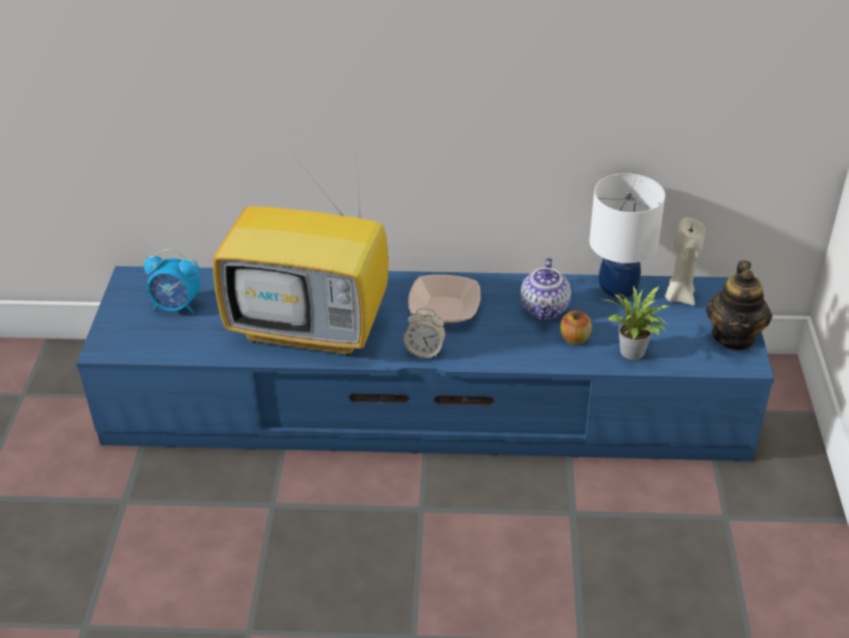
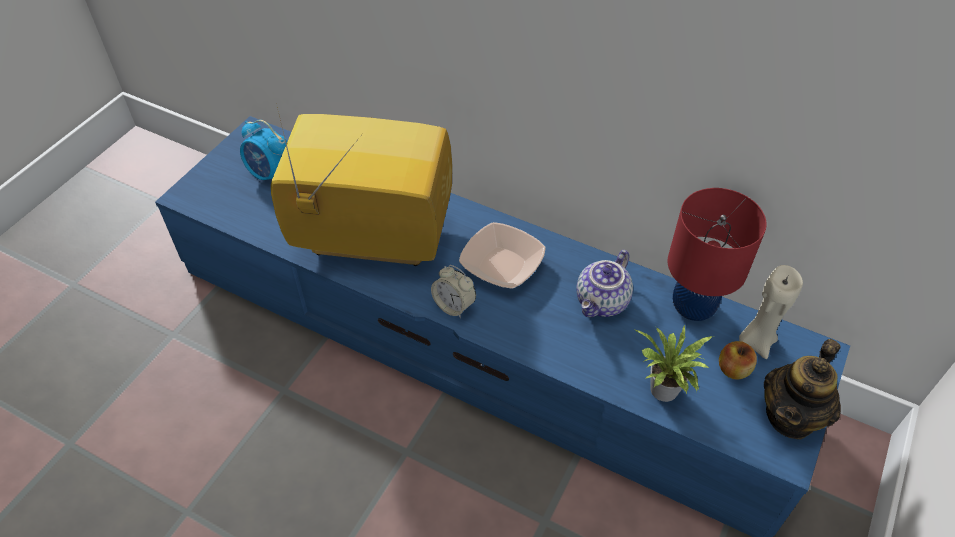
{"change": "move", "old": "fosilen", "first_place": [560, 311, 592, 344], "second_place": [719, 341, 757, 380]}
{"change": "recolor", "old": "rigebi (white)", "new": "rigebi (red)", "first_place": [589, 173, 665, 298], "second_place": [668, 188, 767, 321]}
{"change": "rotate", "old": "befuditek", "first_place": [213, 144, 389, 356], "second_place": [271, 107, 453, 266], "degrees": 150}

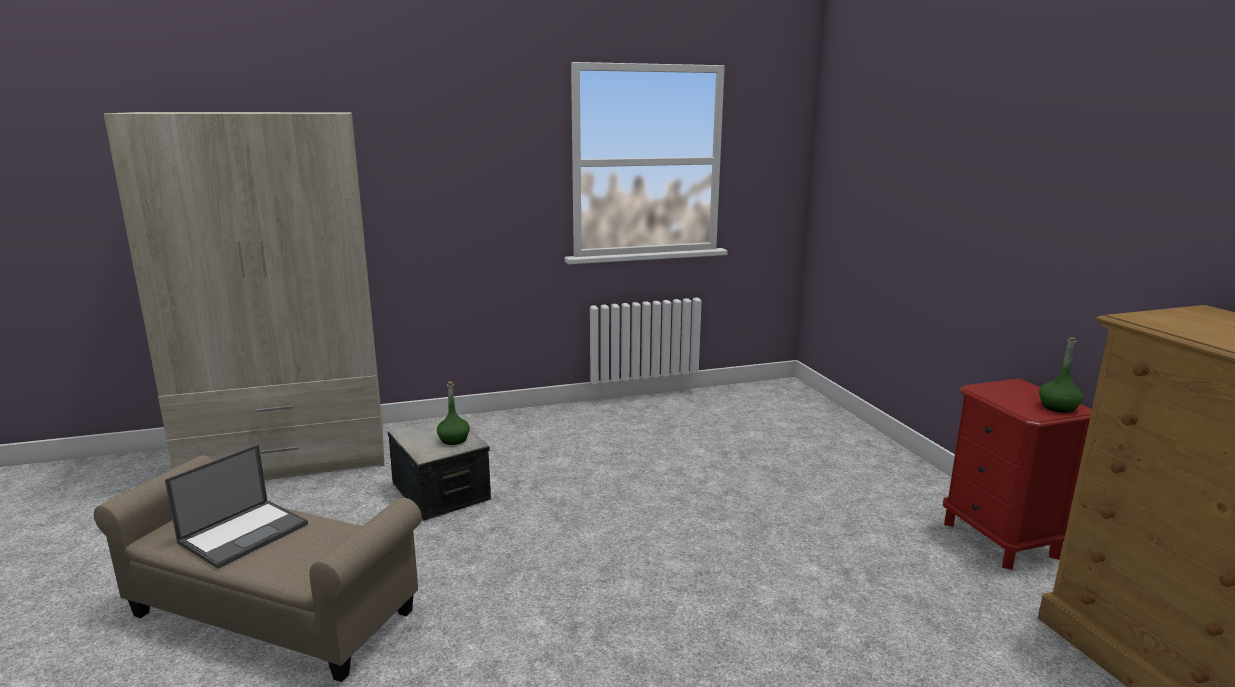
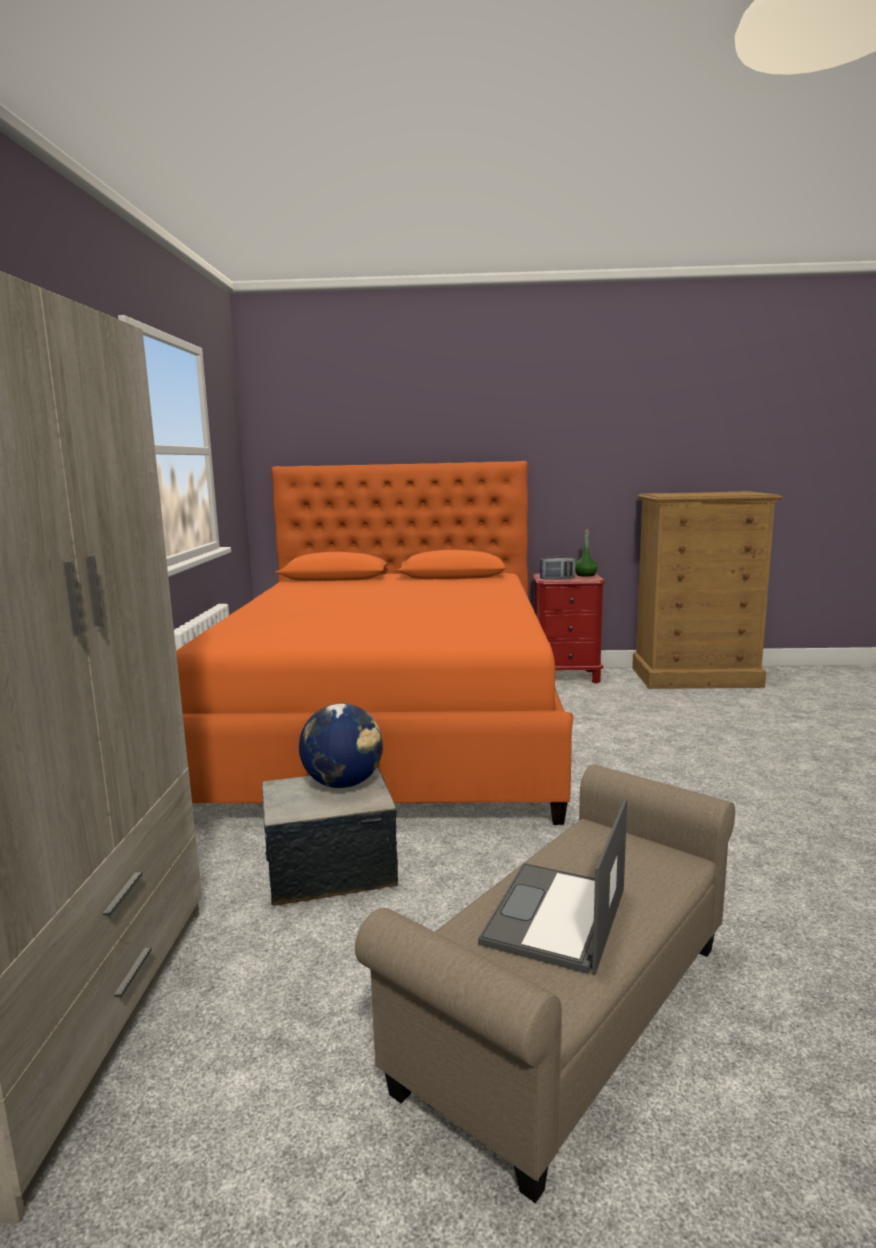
{"change": "insert", "new": "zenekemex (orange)", "second_place": [176, 461, 573, 825]}
{"change": "insert", "new": "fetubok", "second_place": [540, 555, 576, 579]}
{"change": "replace", "old": "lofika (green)", "new": "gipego", "first_place": [437, 382, 470, 445], "second_place": [299, 703, 383, 788]}
{"change": "rotate", "old": "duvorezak", "first_place": [165, 444, 308, 569], "second_place": [478, 798, 627, 975], "degrees": -120}

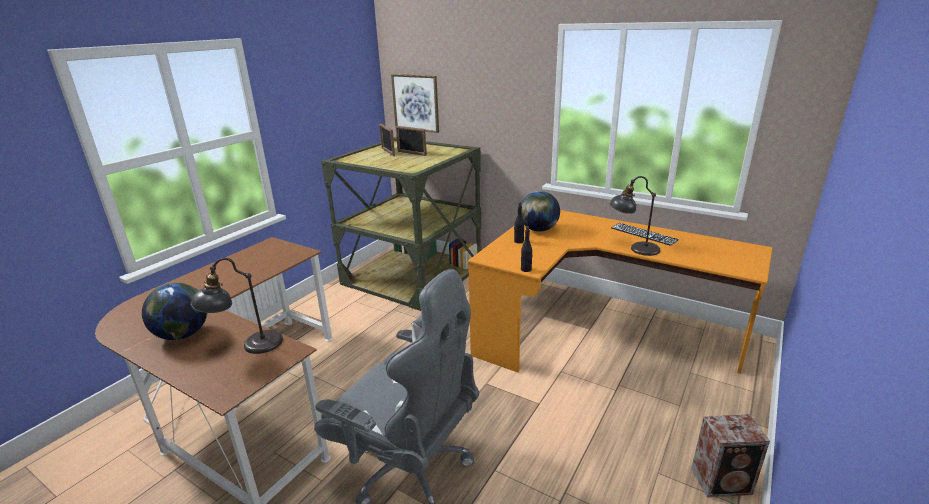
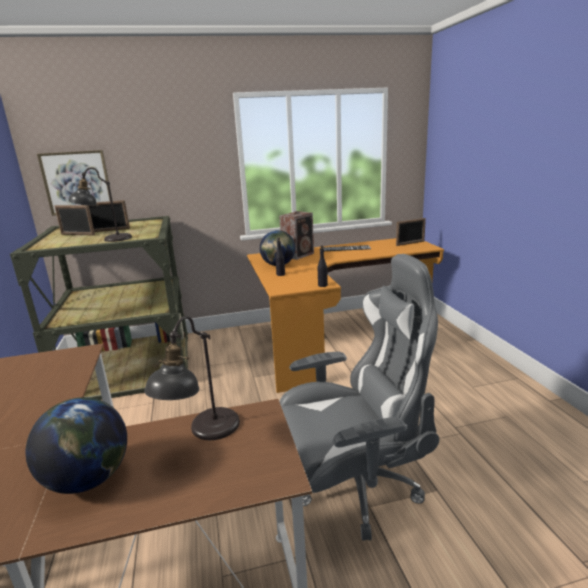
{"change": "insert", "new": "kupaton", "second_place": [396, 218, 426, 246]}
{"change": "move", "old": "rigebi (grey)", "first_place": [610, 176, 660, 256], "second_place": [68, 167, 132, 242]}
{"change": "move", "old": "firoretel", "first_place": [691, 414, 770, 497], "second_place": [279, 211, 314, 260]}

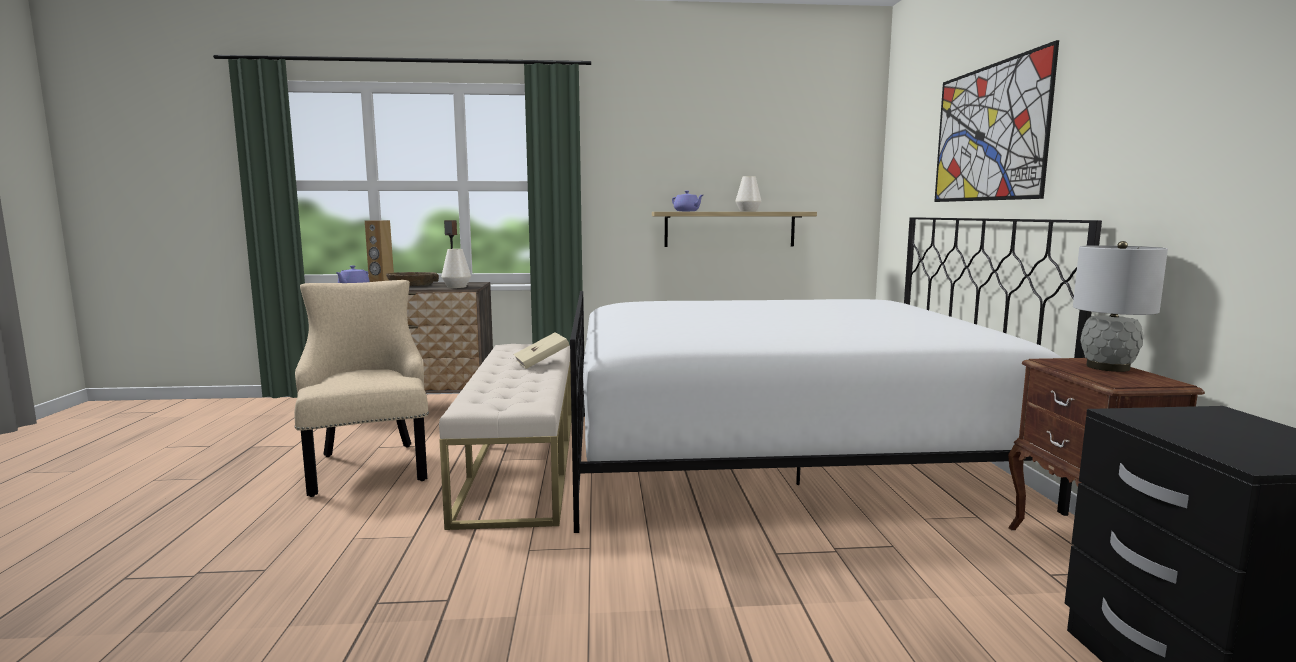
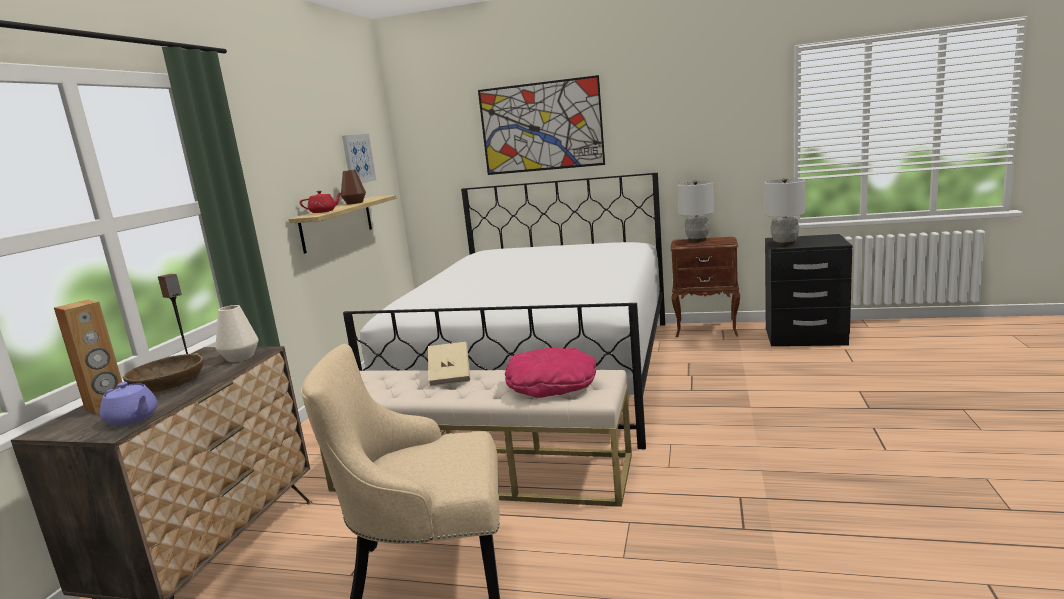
{"change": "insert", "new": "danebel", "second_place": [342, 134, 376, 183]}
{"change": "insert", "new": "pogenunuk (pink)", "second_place": [505, 347, 596, 398]}
{"change": "insert", "new": "rigebi (white)", "second_place": [765, 178, 805, 246]}
{"change": "recolor", "old": "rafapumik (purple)", "new": "rafapumik (red)", "first_place": [672, 191, 703, 211], "second_place": [300, 191, 343, 213]}
{"change": "recolor", "old": "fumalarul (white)", "new": "fumalarul (brown)", "first_place": [735, 176, 762, 211], "second_place": [341, 170, 366, 204]}

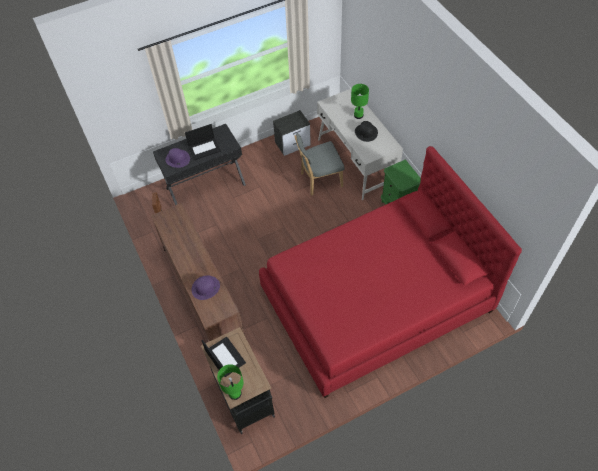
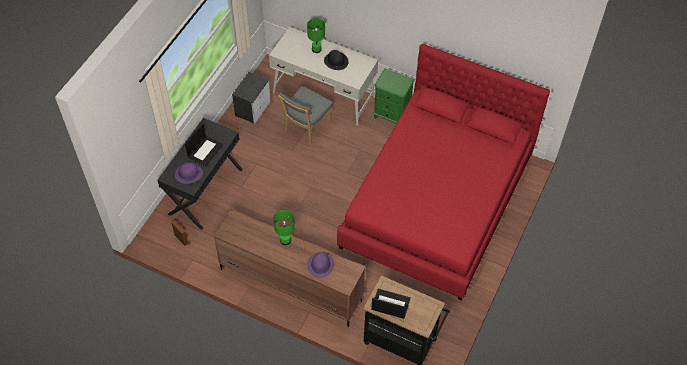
{"change": "move", "old": "rigebi (green)", "first_place": [217, 364, 244, 400], "second_place": [273, 210, 295, 245]}

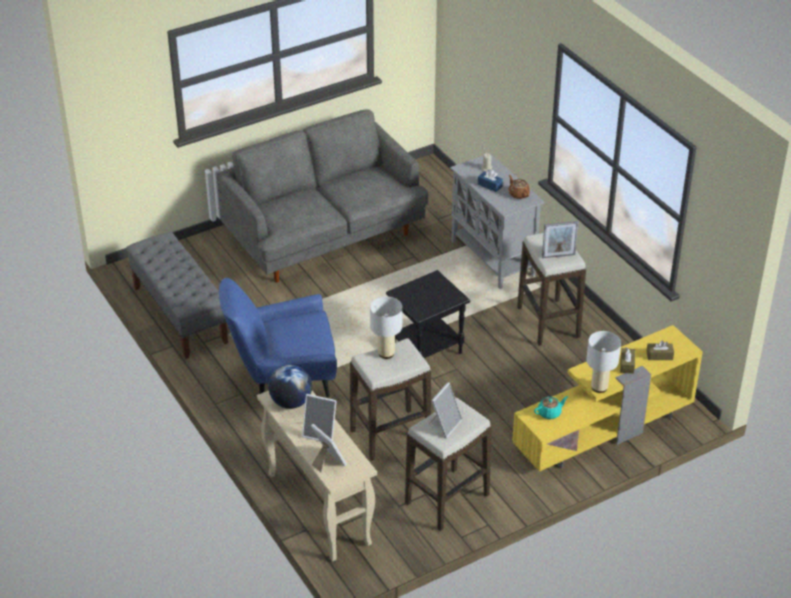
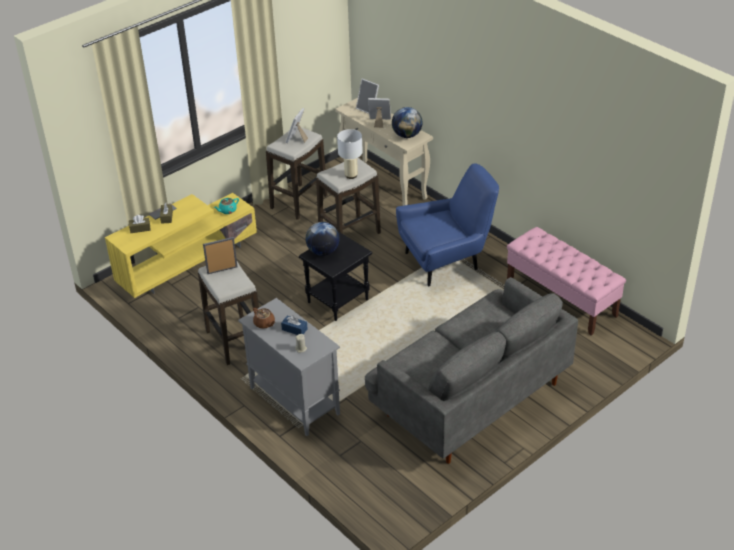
{"change": "delete", "old": "rigebi (white)", "first_place": [587, 331, 621, 393]}
{"change": "insert", "new": "gipego", "second_place": [306, 222, 339, 256]}
{"change": "recolor", "old": "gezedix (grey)", "new": "gezedix (pink)", "first_place": [126, 232, 228, 359], "second_place": [507, 227, 626, 336]}

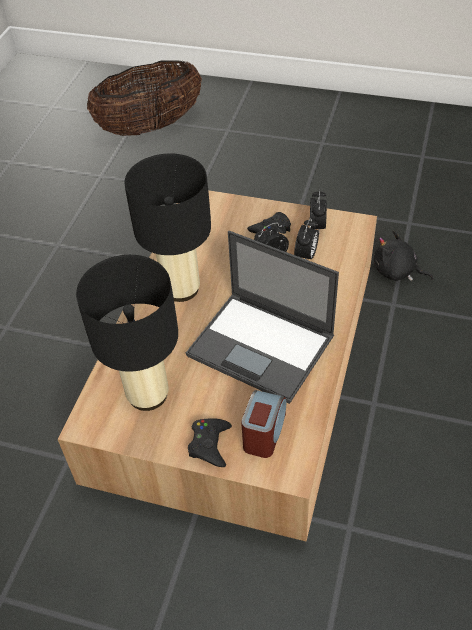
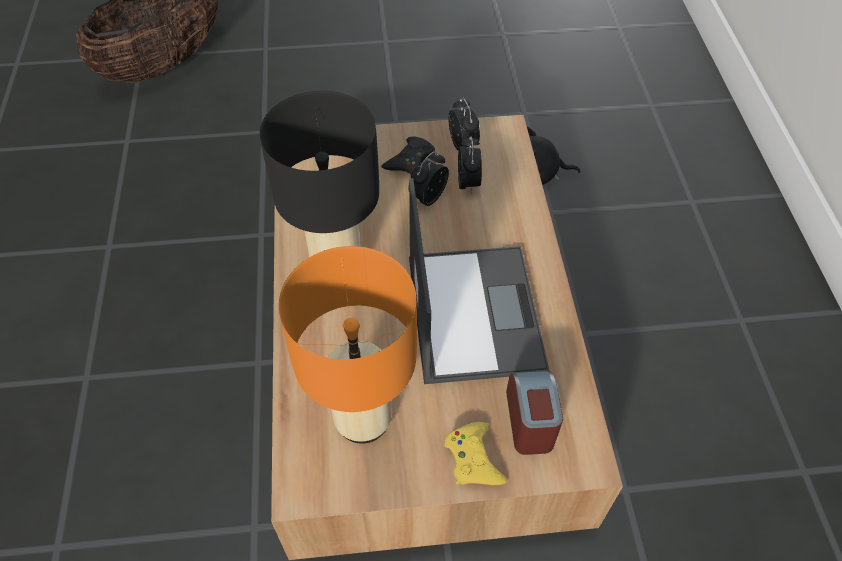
{"change": "recolor", "old": "rigebi (black)", "new": "rigebi (orange)", "first_place": [76, 255, 178, 411], "second_place": [279, 246, 417, 444]}
{"change": "recolor", "old": "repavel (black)", "new": "repavel (yellow)", "first_place": [188, 418, 232, 467], "second_place": [444, 422, 507, 485]}
{"change": "rotate", "old": "duvorezak", "first_place": [186, 231, 339, 404], "second_place": [409, 178, 550, 384], "degrees": -105}

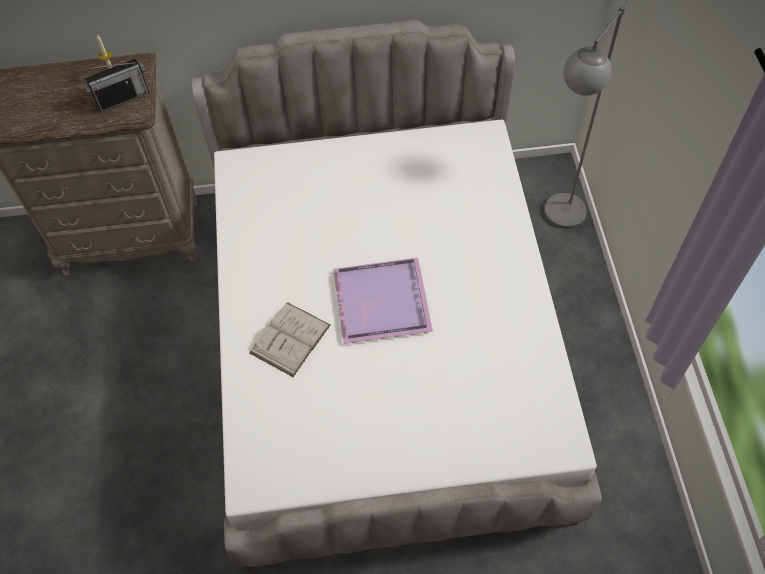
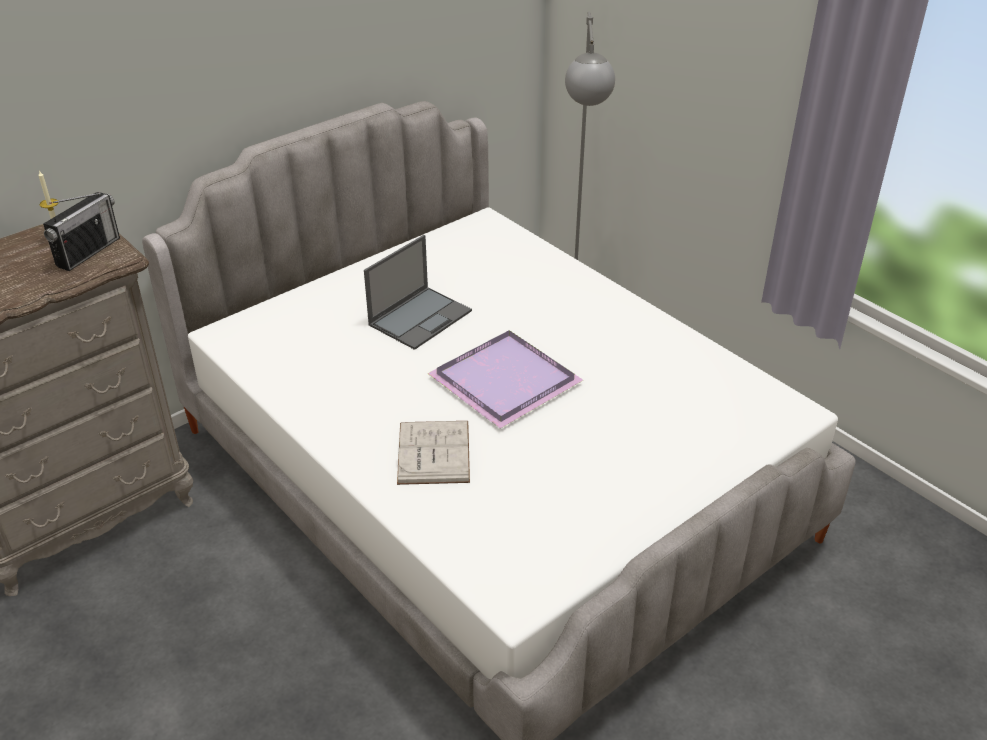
{"change": "insert", "new": "duvorezak", "second_place": [364, 235, 472, 350]}

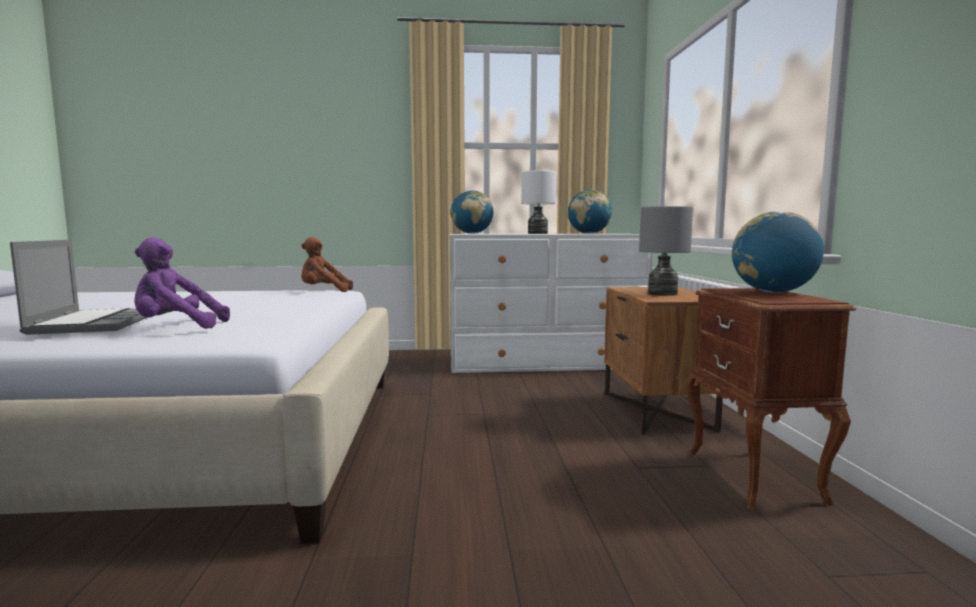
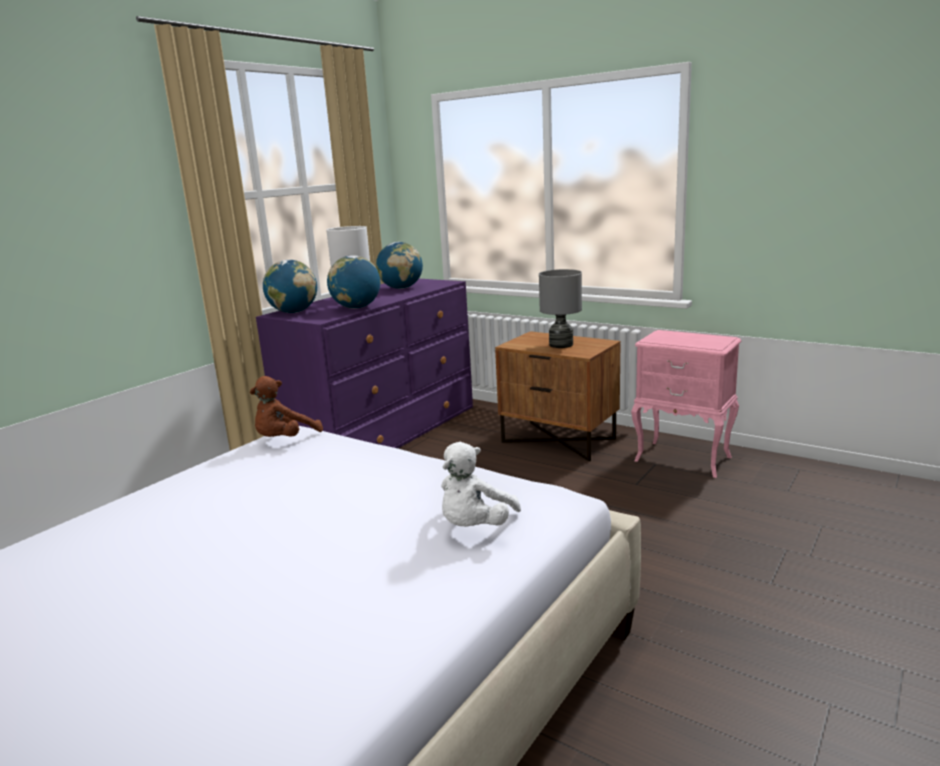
{"change": "delete", "old": "duvorezak", "first_place": [10, 240, 148, 335]}
{"change": "move", "old": "gipego", "first_place": [732, 211, 824, 293], "second_place": [327, 255, 380, 309]}
{"change": "recolor", "old": "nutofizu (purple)", "new": "nutofizu (white)", "first_place": [134, 237, 230, 329], "second_place": [441, 442, 521, 527]}
{"change": "recolor", "old": "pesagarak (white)", "new": "pesagarak (purple)", "first_place": [450, 234, 653, 373], "second_place": [256, 279, 473, 448]}
{"change": "recolor", "old": "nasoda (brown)", "new": "nasoda (pink)", "first_place": [687, 288, 856, 510], "second_place": [631, 330, 741, 478]}

